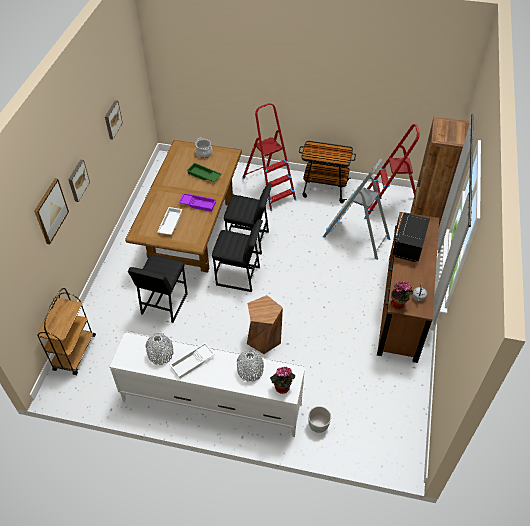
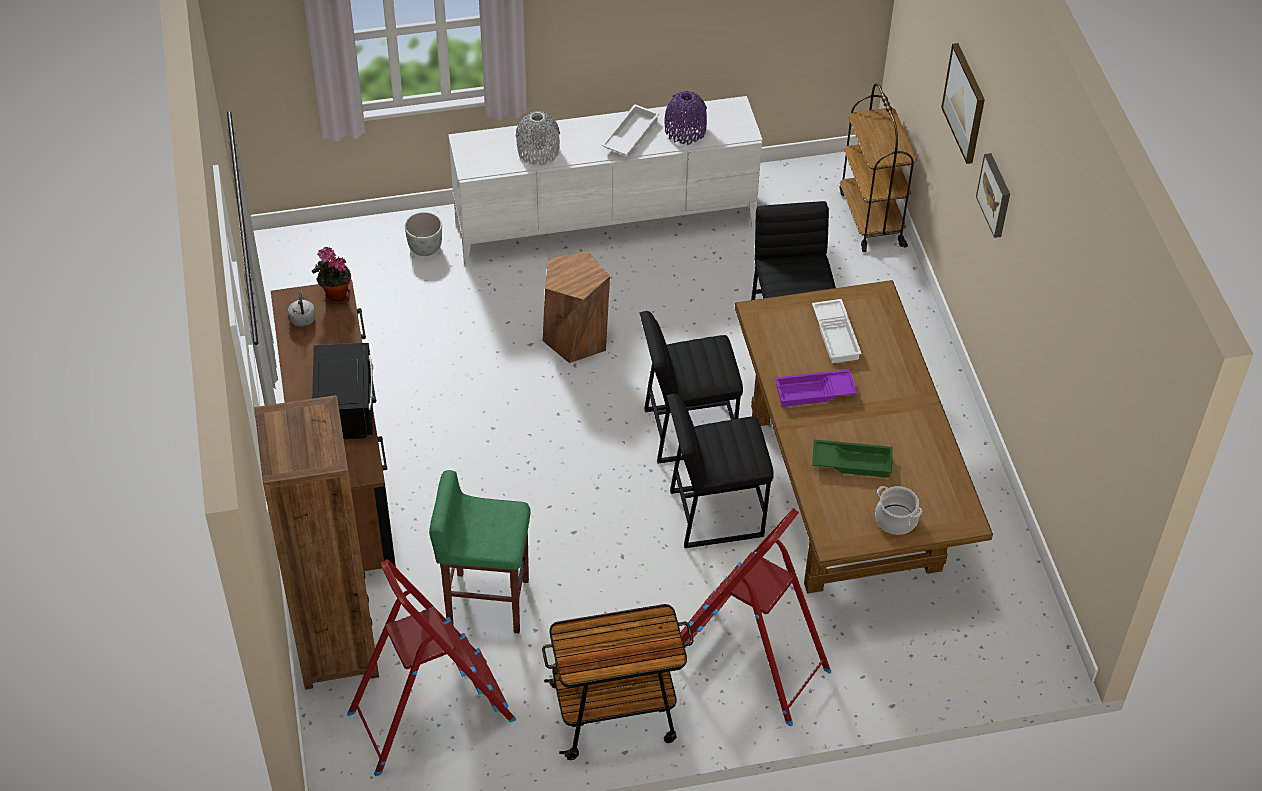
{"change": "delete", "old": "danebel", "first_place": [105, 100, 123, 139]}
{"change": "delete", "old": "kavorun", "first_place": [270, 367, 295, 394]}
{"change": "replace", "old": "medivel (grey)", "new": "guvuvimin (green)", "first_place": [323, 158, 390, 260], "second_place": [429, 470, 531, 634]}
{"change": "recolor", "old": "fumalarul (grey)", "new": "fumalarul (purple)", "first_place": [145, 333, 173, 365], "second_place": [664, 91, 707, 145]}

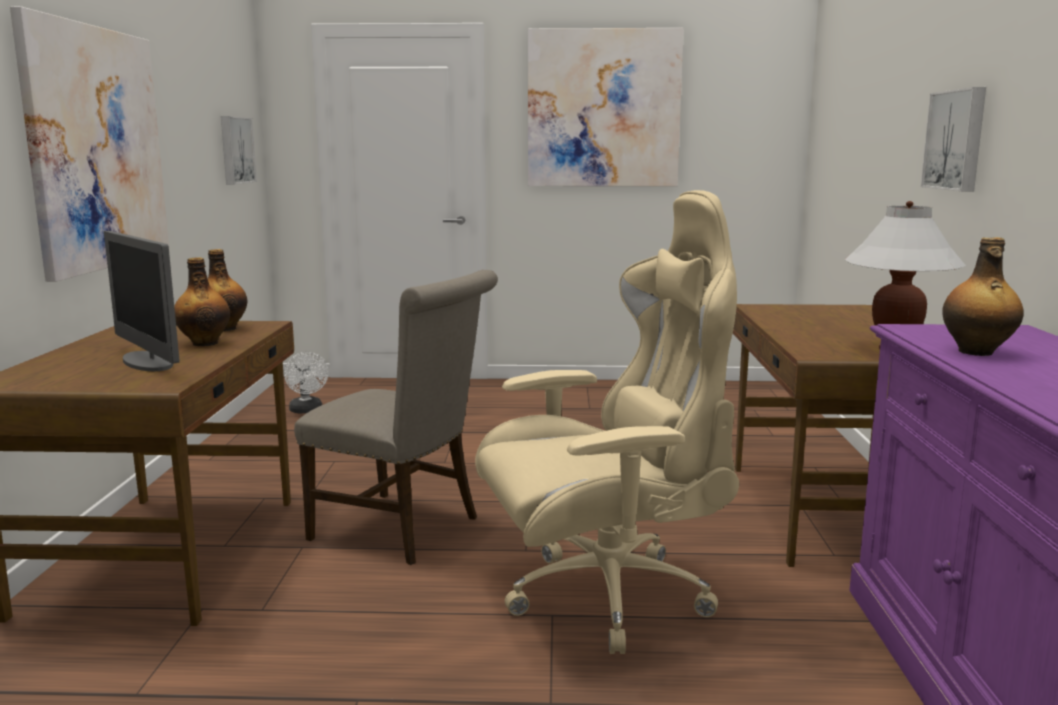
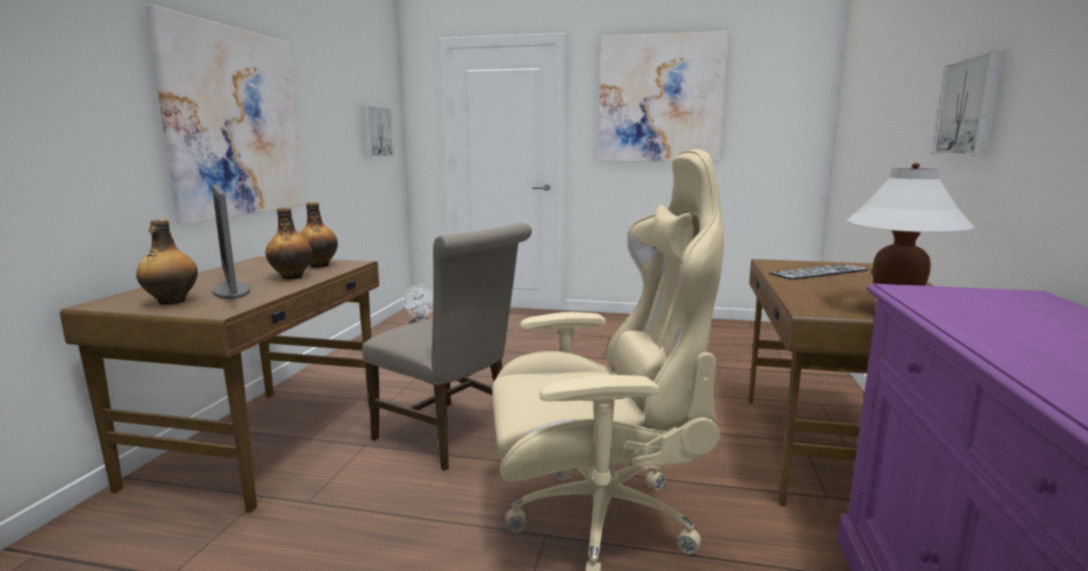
{"change": "insert", "new": "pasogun", "second_place": [769, 264, 869, 280]}
{"change": "move", "old": "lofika", "first_place": [942, 237, 1024, 356], "second_place": [136, 220, 198, 305]}

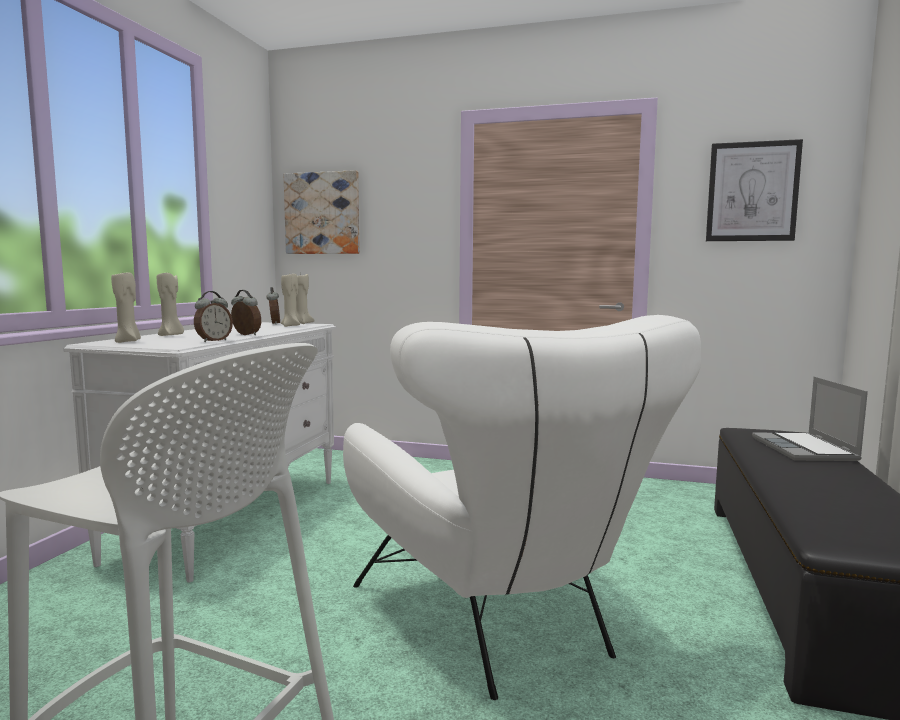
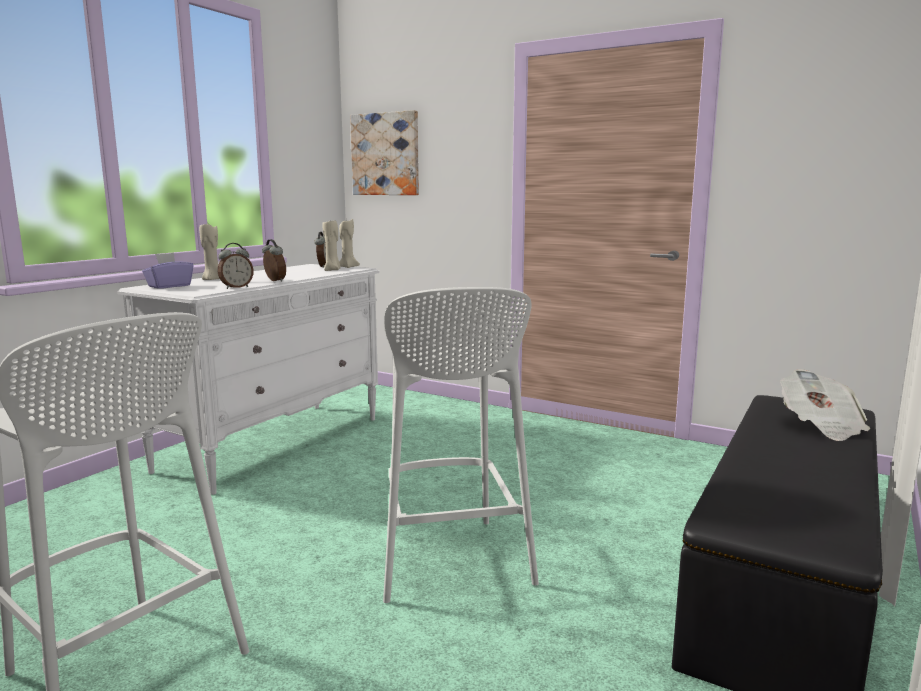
{"change": "delete", "old": "danebel", "first_place": [706, 139, 803, 241]}
{"change": "replace", "old": "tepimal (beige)", "new": "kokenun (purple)", "first_place": [111, 272, 141, 343], "second_place": [142, 253, 194, 289]}
{"change": "replace", "old": "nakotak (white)", "new": "guvuvimin (white)", "first_place": [343, 315, 701, 700], "second_place": [383, 287, 539, 603]}
{"change": "replace", "old": "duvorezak", "new": "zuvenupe", "first_place": [752, 377, 868, 461], "second_place": [780, 369, 870, 441]}

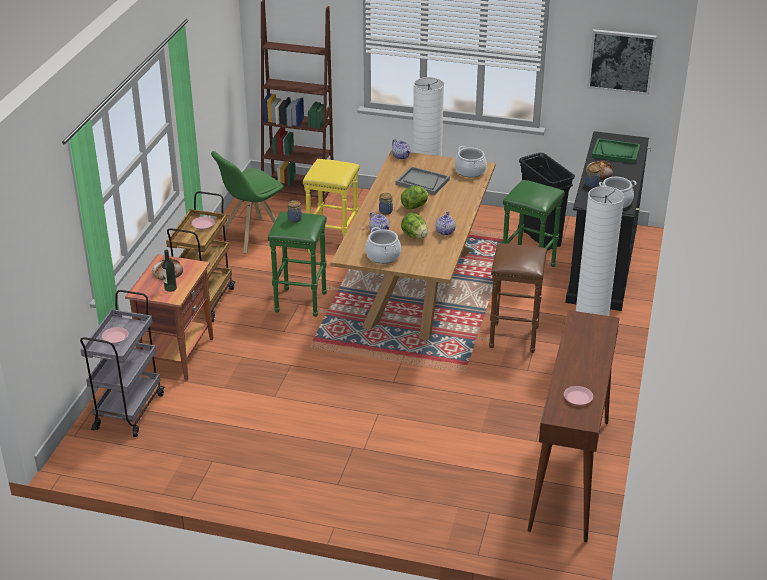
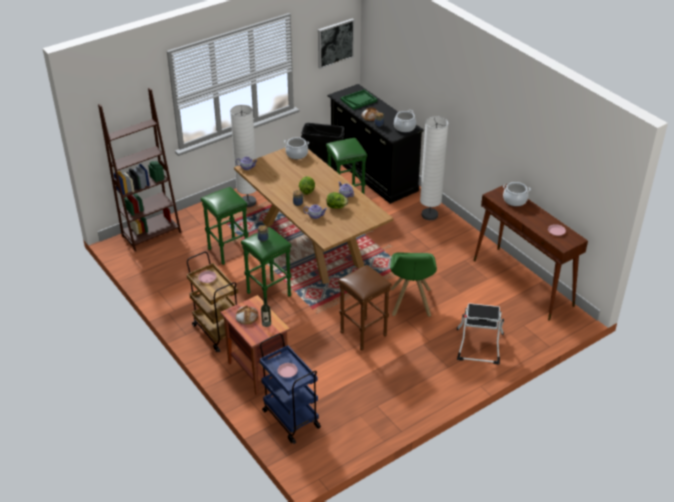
{"change": "delete", "old": "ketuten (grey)", "first_place": [395, 166, 450, 195]}
{"change": "insert", "new": "medivel", "second_place": [457, 303, 504, 365]}
{"change": "move", "old": "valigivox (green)", "first_place": [211, 151, 283, 254], "second_place": [390, 252, 437, 317]}
{"change": "move", "old": "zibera", "first_place": [365, 227, 401, 264], "second_place": [503, 182, 531, 206]}
{"change": "move", "old": "guvuvimin (brown)", "first_place": [489, 244, 547, 353], "second_place": [338, 265, 392, 350]}
{"change": "recolor", "old": "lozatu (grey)", "new": "lozatu (blue)", "first_place": [80, 290, 165, 437], "second_place": [260, 333, 321, 444]}
{"change": "recolor", "old": "guvuvimin (yellow)", "new": "guvuvimin (green)", "first_place": [303, 159, 360, 253], "second_place": [201, 187, 249, 265]}

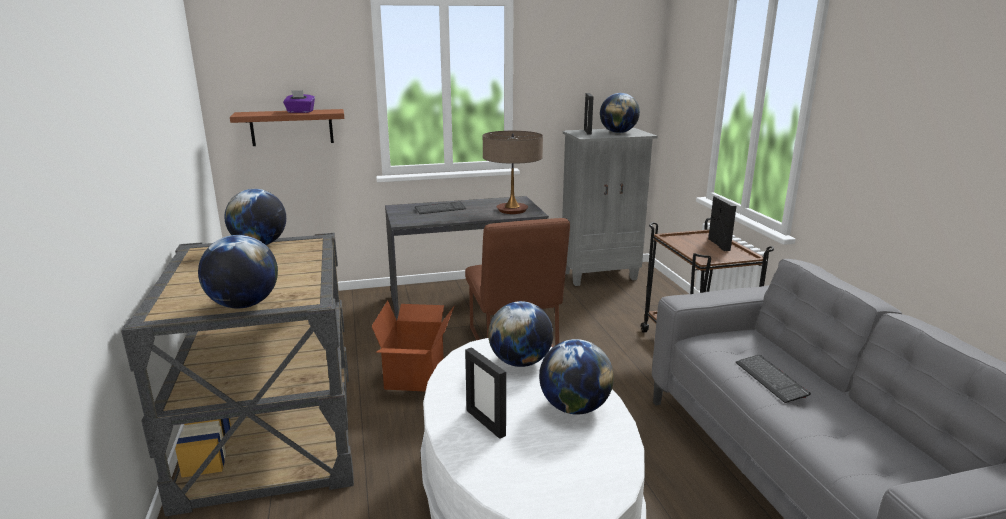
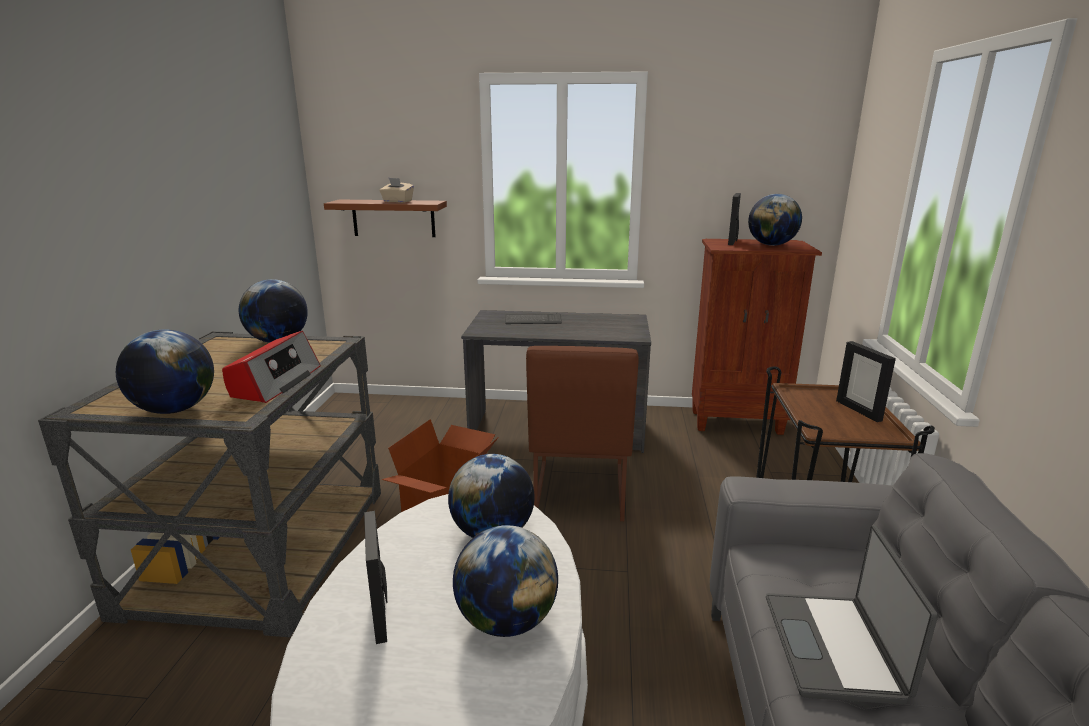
{"change": "delete", "old": "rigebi", "first_place": [483, 131, 543, 214]}
{"change": "insert", "new": "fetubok", "second_place": [222, 331, 321, 403]}
{"change": "replace", "old": "pasogun", "new": "duvorezak", "first_place": [736, 355, 811, 403], "second_place": [766, 525, 938, 705]}
{"change": "recolor", "old": "kokenun (purple)", "new": "kokenun (beige)", "first_place": [283, 90, 315, 113], "second_place": [380, 178, 414, 203]}
{"change": "recolor", "old": "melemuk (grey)", "new": "melemuk (brown)", "first_place": [562, 128, 658, 286], "second_place": [692, 239, 822, 435]}
{"change": "rotate", "old": "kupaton", "first_place": [708, 196, 736, 251], "second_place": [836, 341, 896, 422], "degrees": 150}

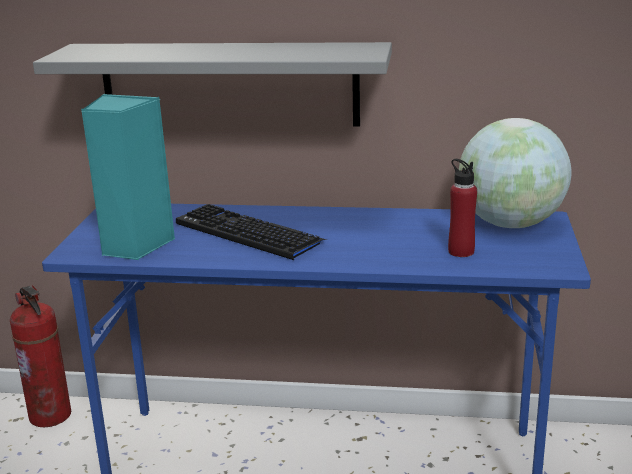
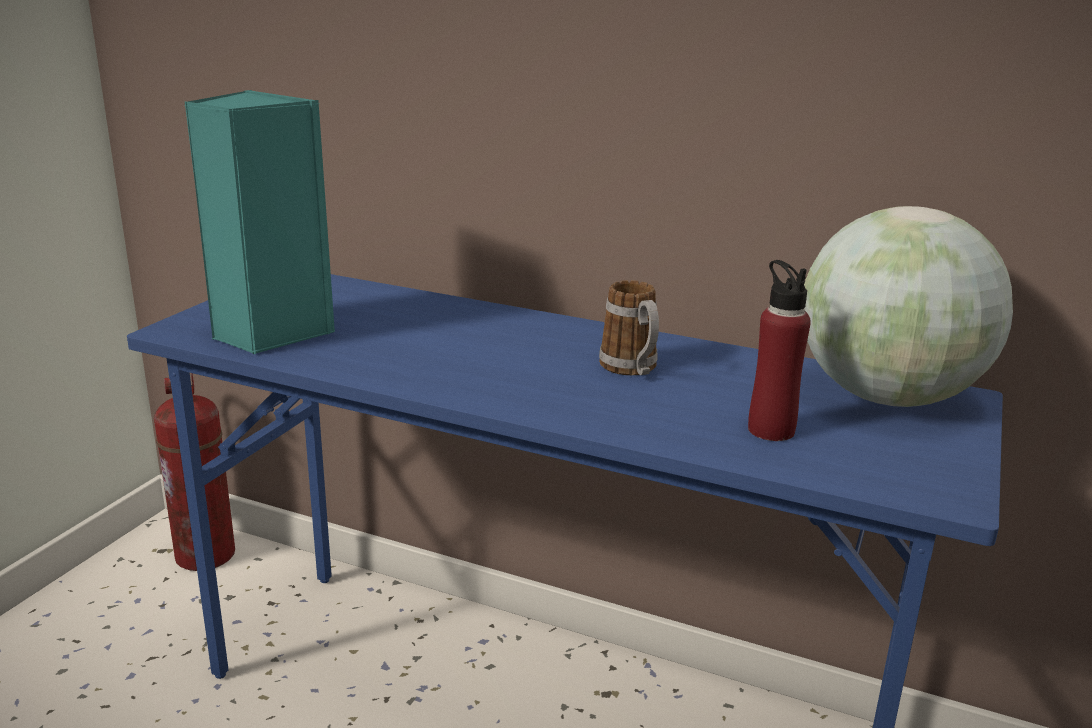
{"change": "delete", "old": "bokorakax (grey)", "first_place": [33, 42, 392, 126]}
{"change": "delete", "old": "pasogun", "first_place": [176, 204, 327, 260]}
{"change": "insert", "new": "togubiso", "second_place": [599, 280, 659, 375]}

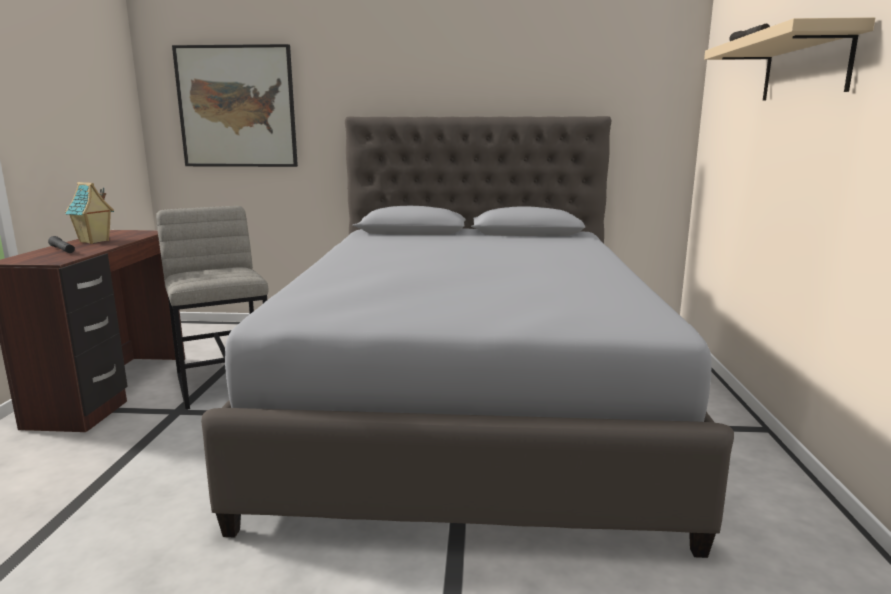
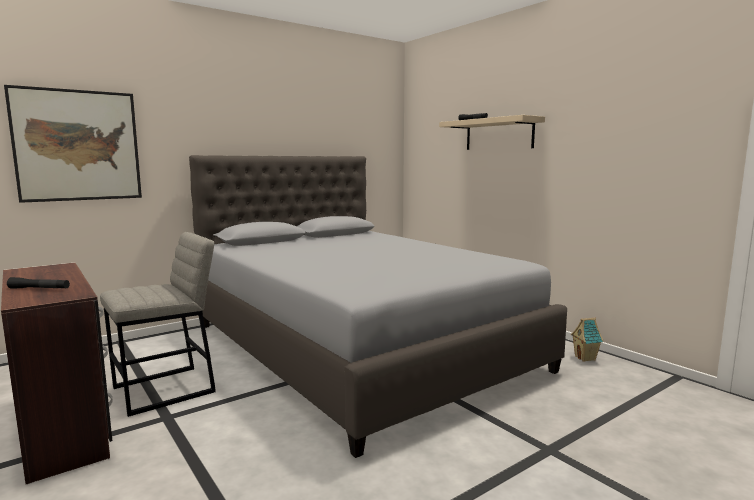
{"change": "move", "old": "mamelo", "first_place": [65, 182, 114, 244], "second_place": [571, 318, 604, 362]}
{"change": "rotate", "old": "valigivox (grey)", "first_place": [156, 206, 268, 410], "second_place": [100, 232, 216, 417], "degrees": 120}

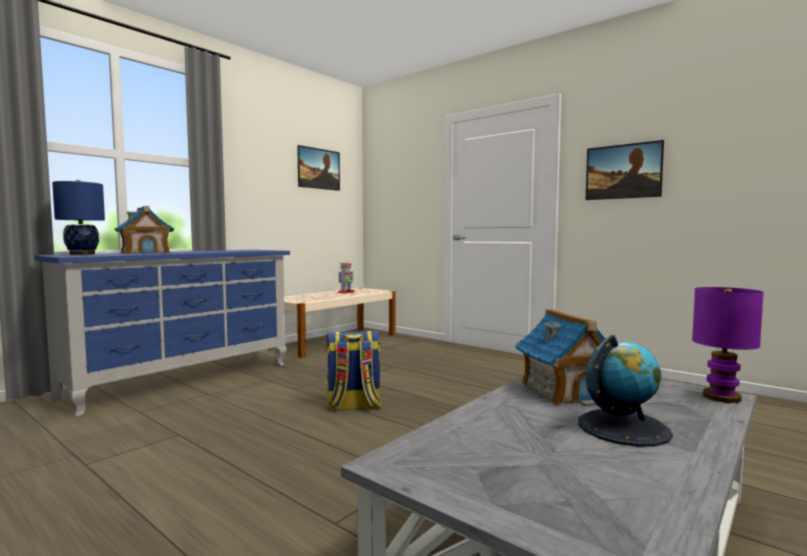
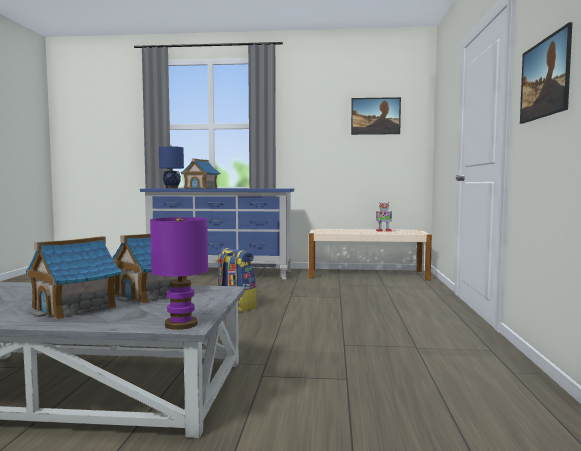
{"change": "replace", "old": "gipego", "new": "mamelo", "first_place": [578, 335, 673, 447], "second_place": [26, 236, 121, 320]}

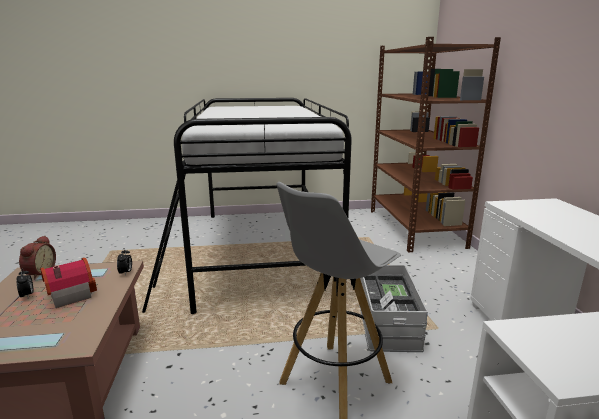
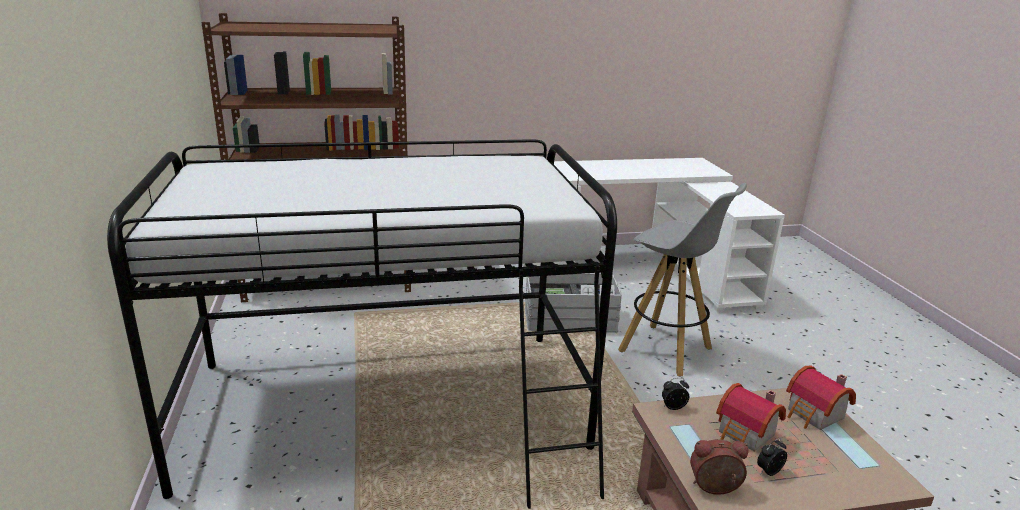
{"change": "insert", "new": "mamelo", "second_place": [786, 366, 856, 430]}

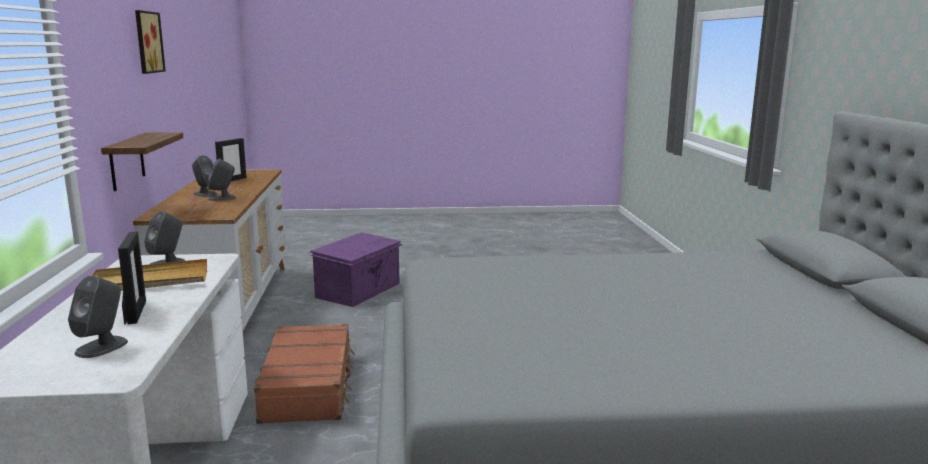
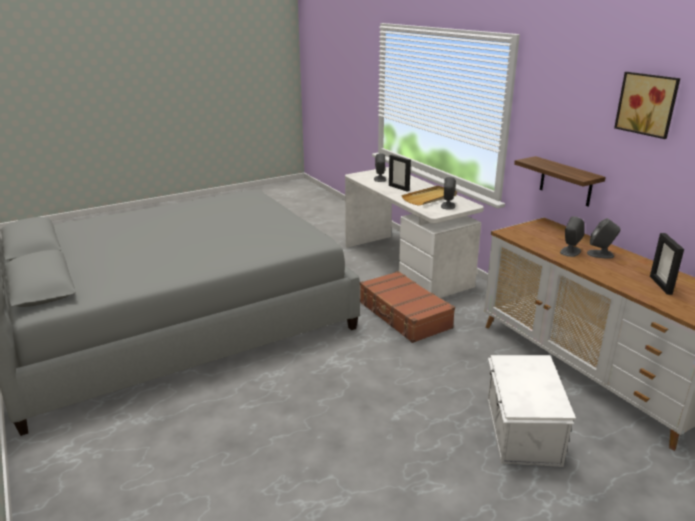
{"change": "recolor", "old": "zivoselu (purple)", "new": "zivoselu (white)", "first_place": [310, 232, 403, 307], "second_place": [488, 355, 576, 467]}

